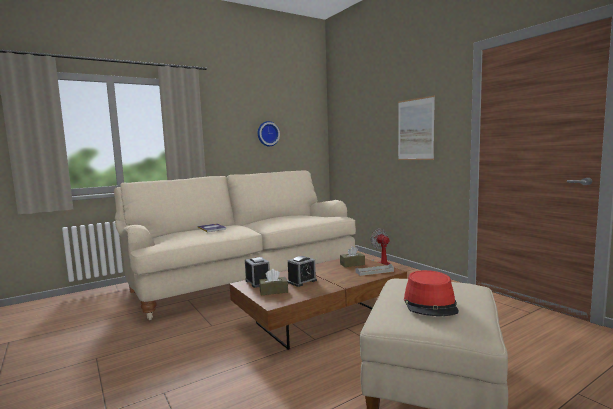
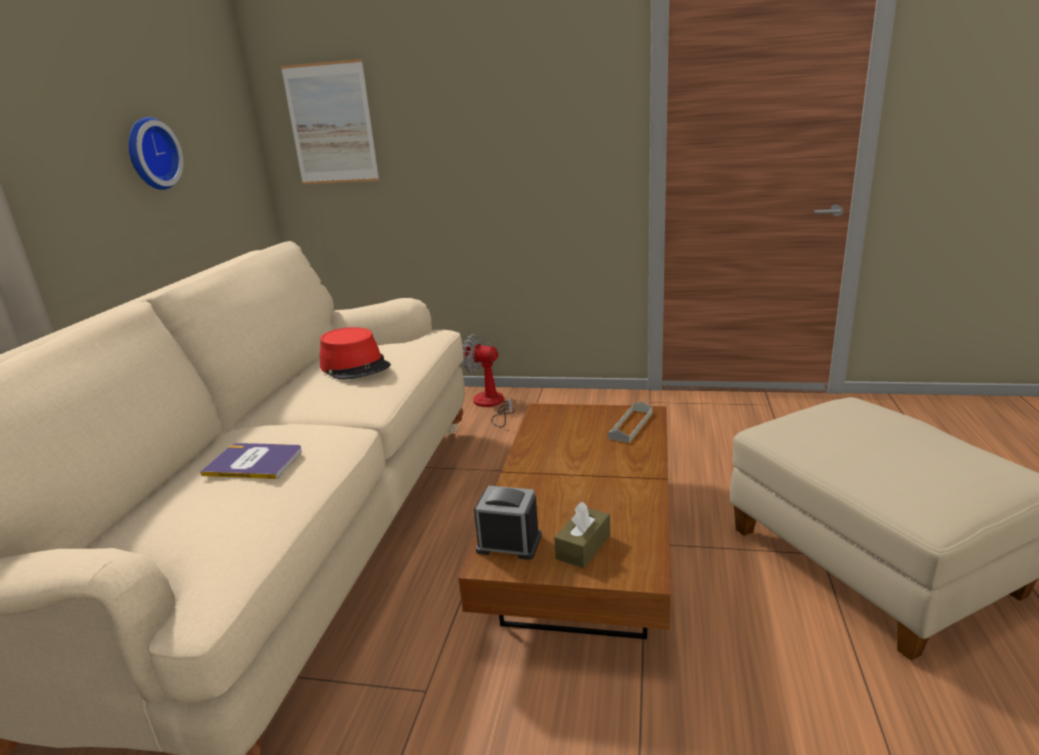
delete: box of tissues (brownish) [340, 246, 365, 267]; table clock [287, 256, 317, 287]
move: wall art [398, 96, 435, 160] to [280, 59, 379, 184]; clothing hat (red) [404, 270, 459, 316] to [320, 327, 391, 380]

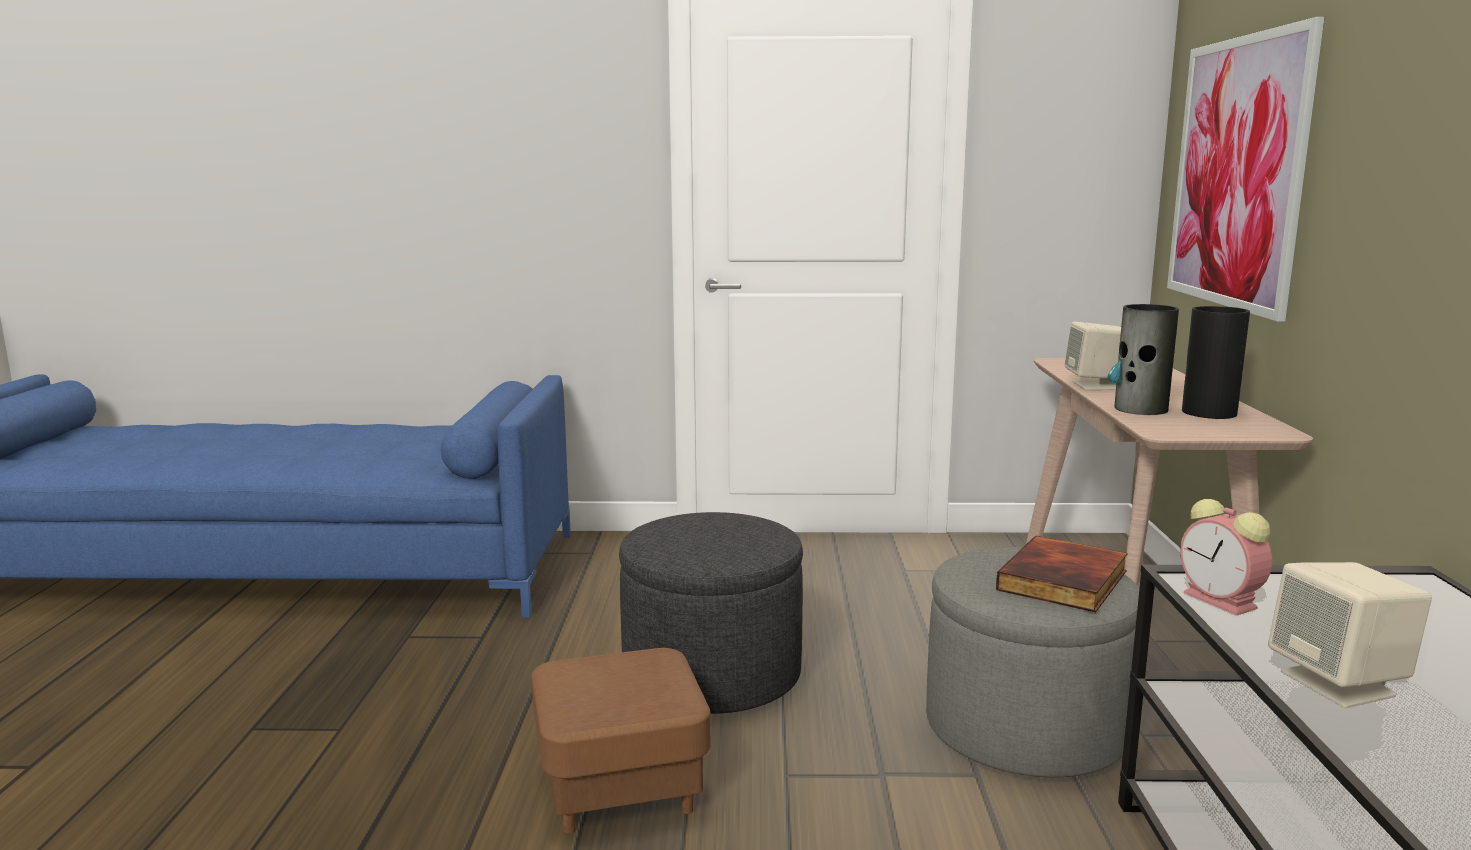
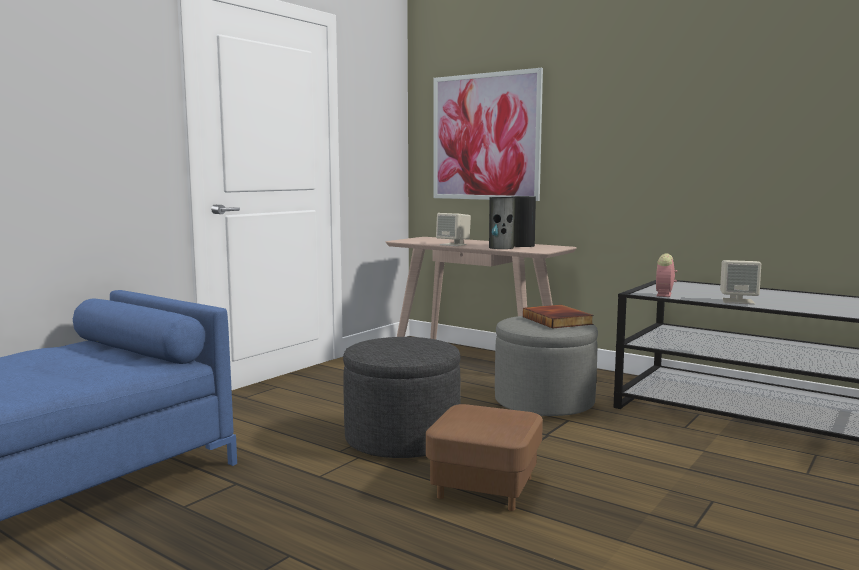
rotate: table clock [1180, 499, 1272, 615] = [656, 253, 677, 297] 105 degrees clockwise

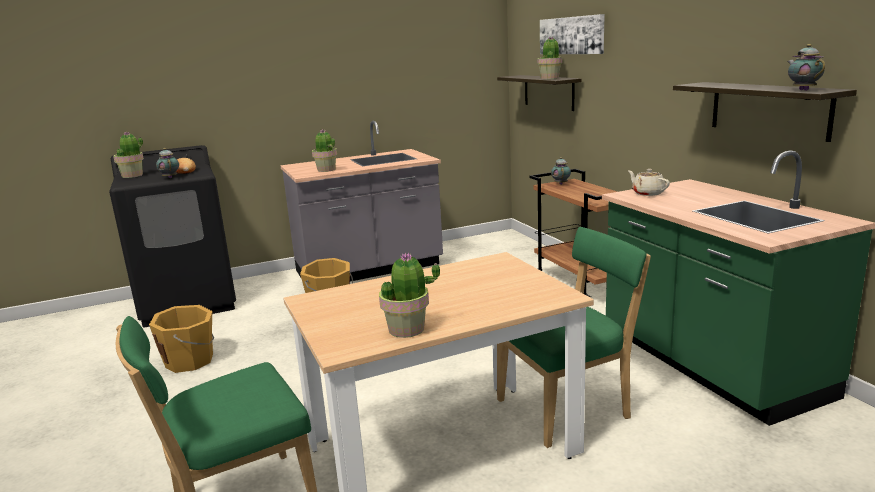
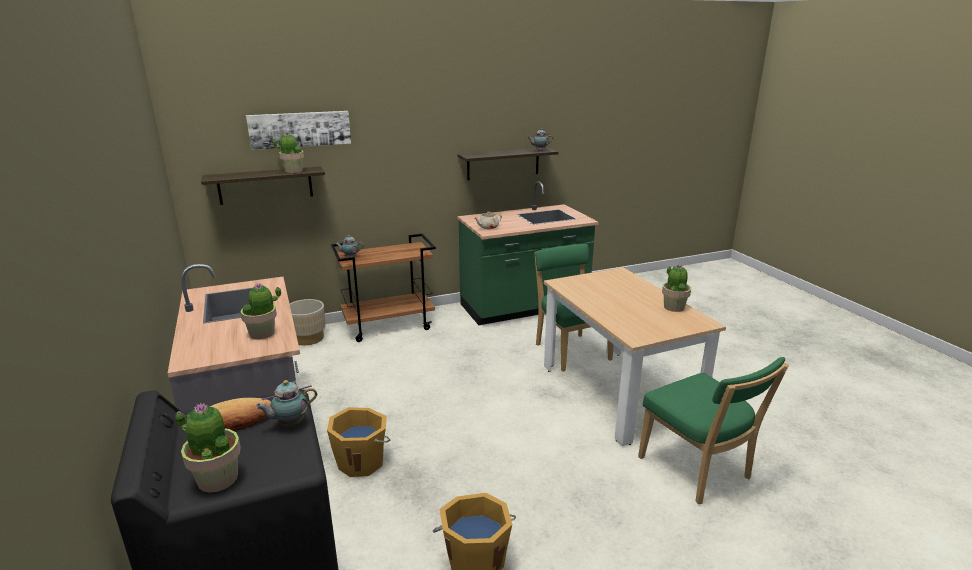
insert: planter (beige) [290, 299, 325, 345]

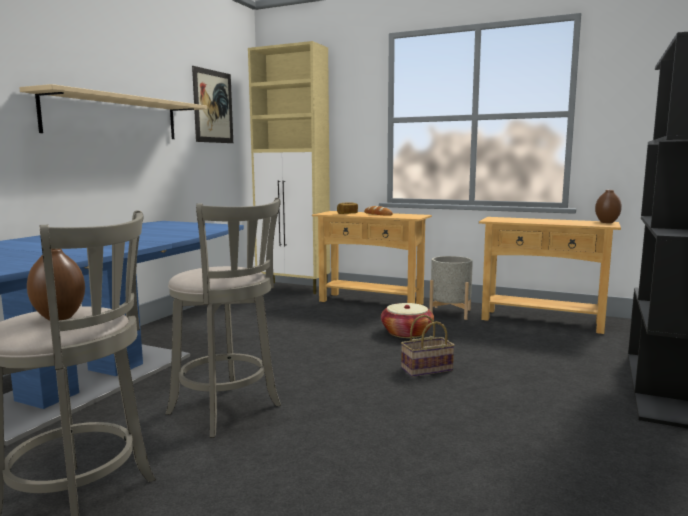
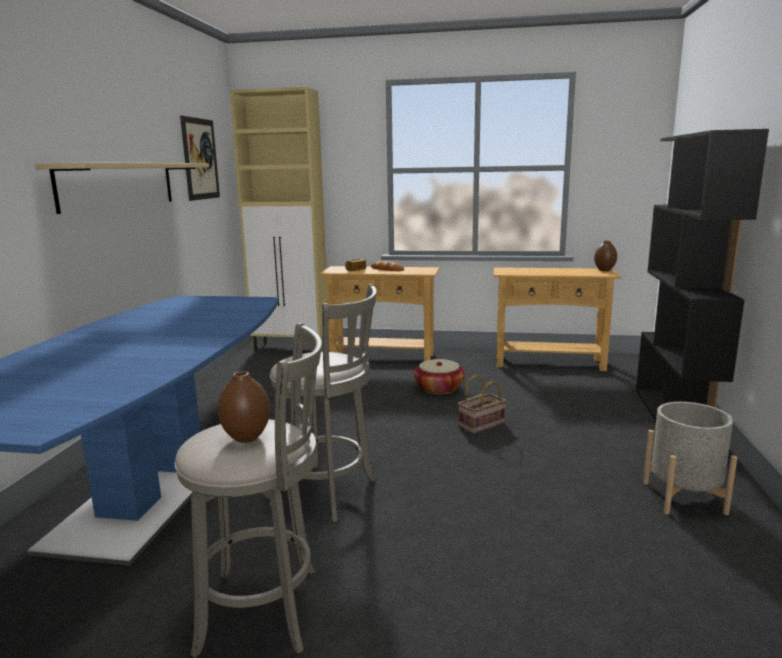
move: planter (greyish) [429, 256, 473, 320] to [643, 402, 738, 515]

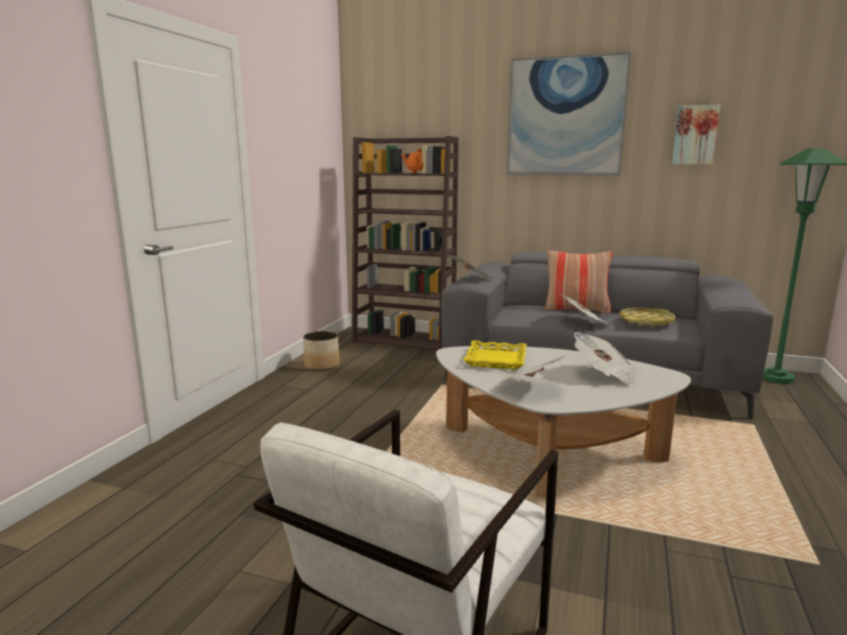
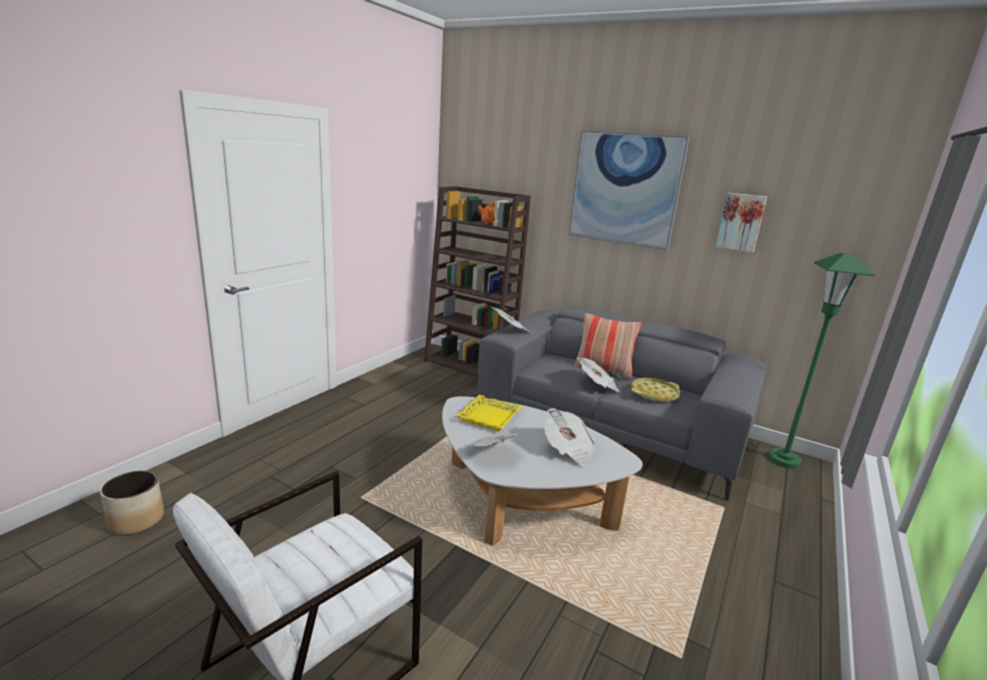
move: planter [303, 331, 339, 371] to [100, 470, 164, 535]

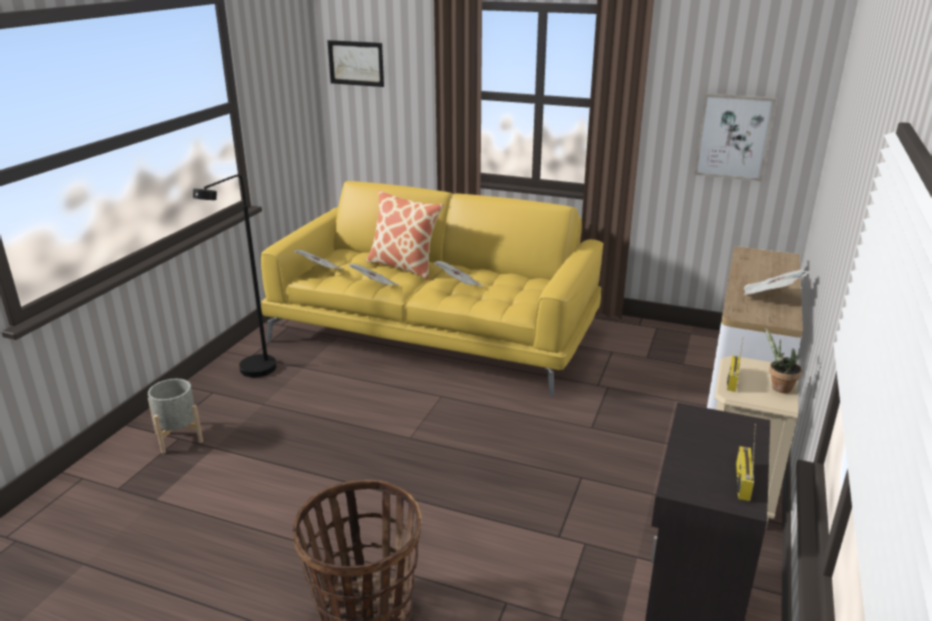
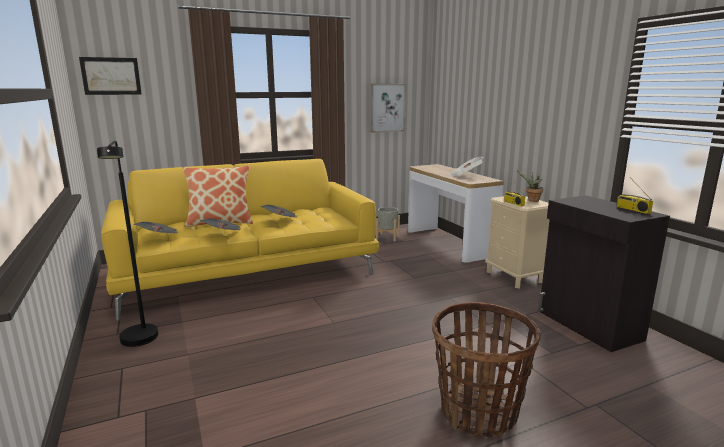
move: planter (greyish) [148, 379, 203, 453] to [376, 207, 400, 241]

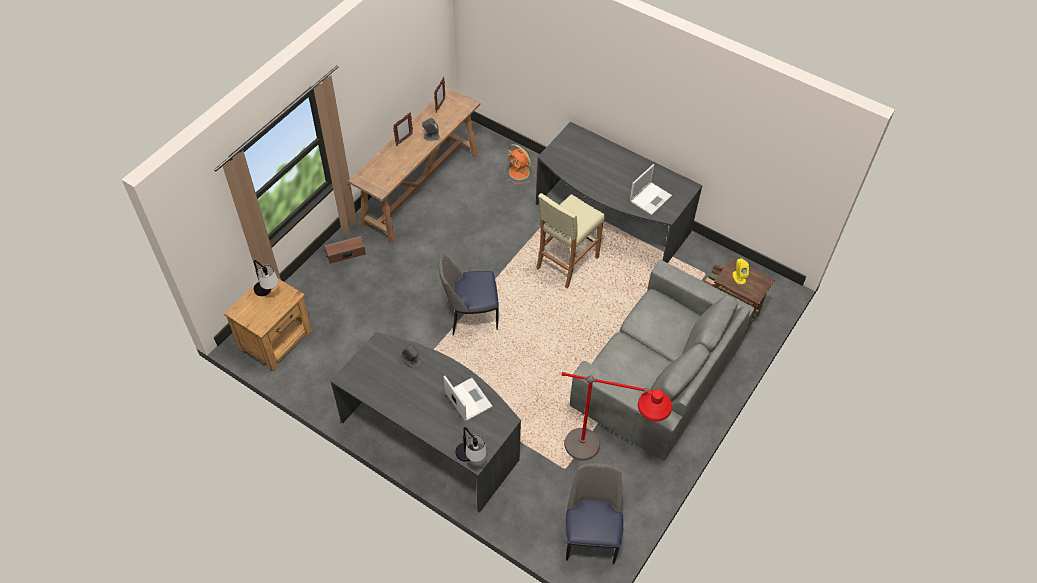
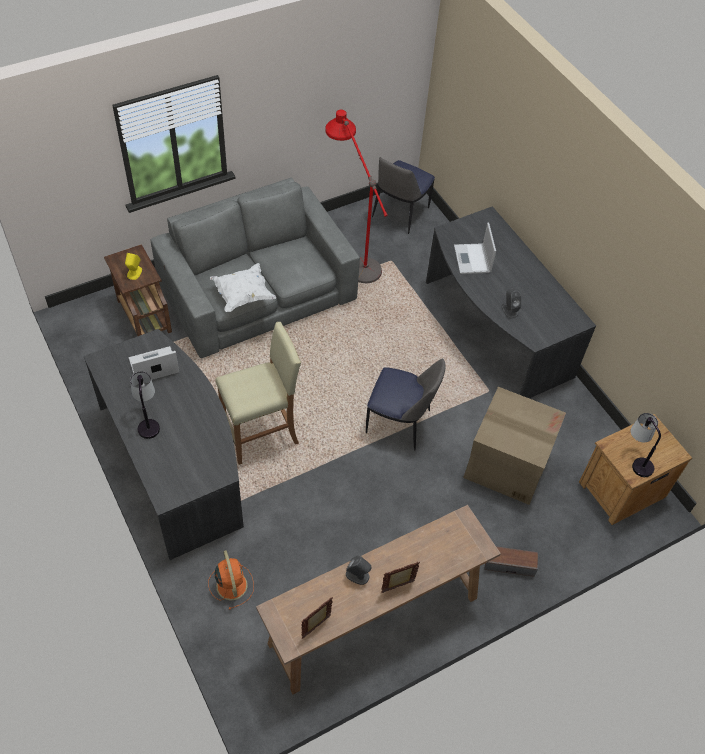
insert: cushion (white) [210, 263, 276, 312]; carton [463, 387, 566, 505]
move: tabletop lamp [455, 427, 487, 462] to [130, 371, 160, 439]

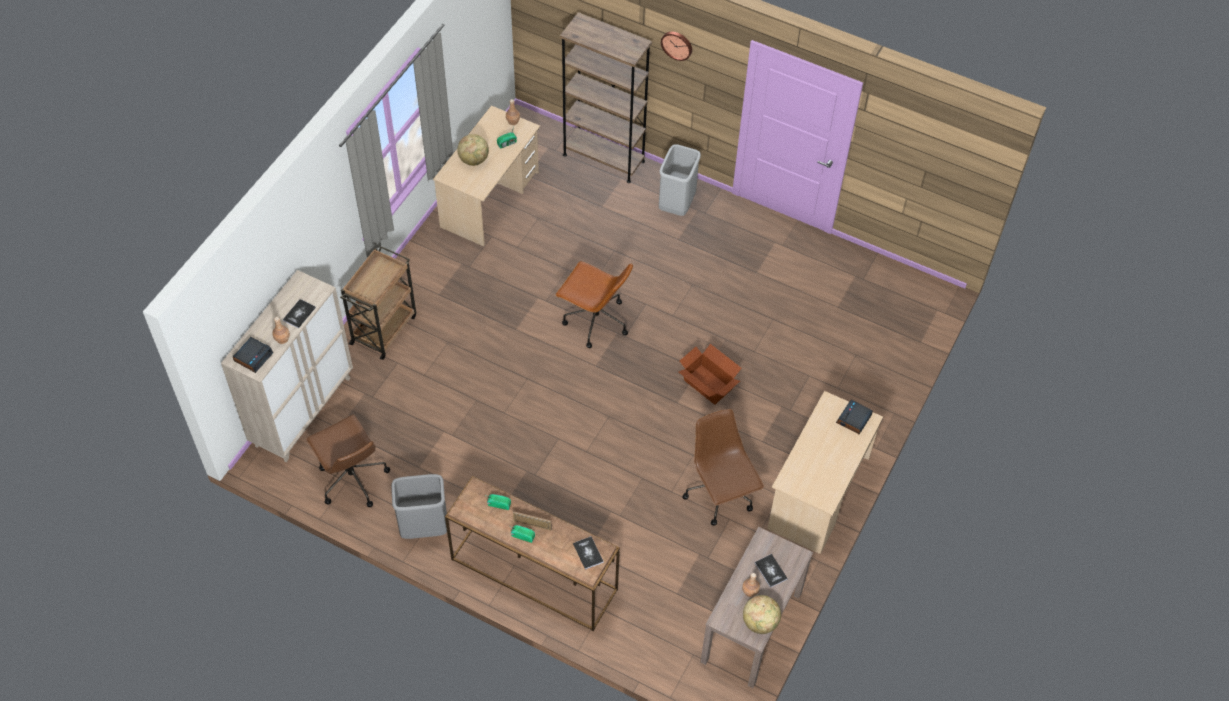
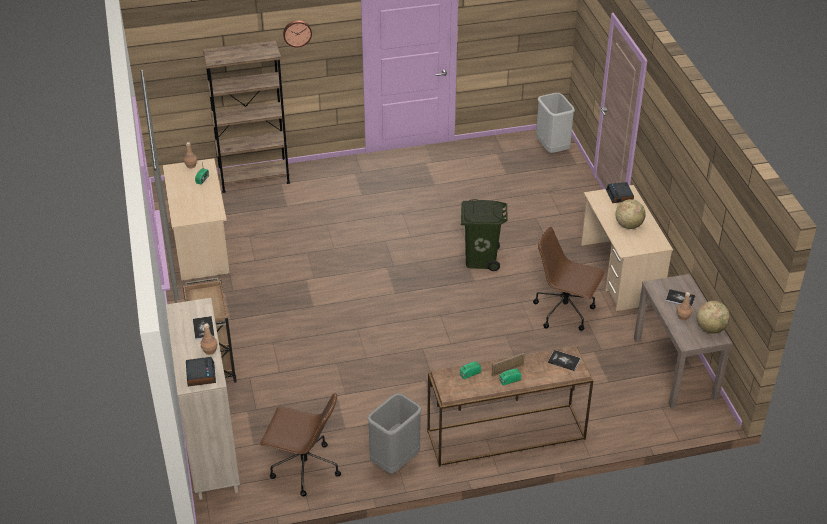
delete: office chair (brownish) [555, 261, 633, 348]
move: desk globe [457, 134, 489, 166] to [616, 199, 646, 229]; rubbish bin (greyish) [659, 144, 701, 216] to [536, 93, 575, 153]
replace: carton [679, 344, 741, 405] to rubbish bin (green) [461, 199, 508, 271]

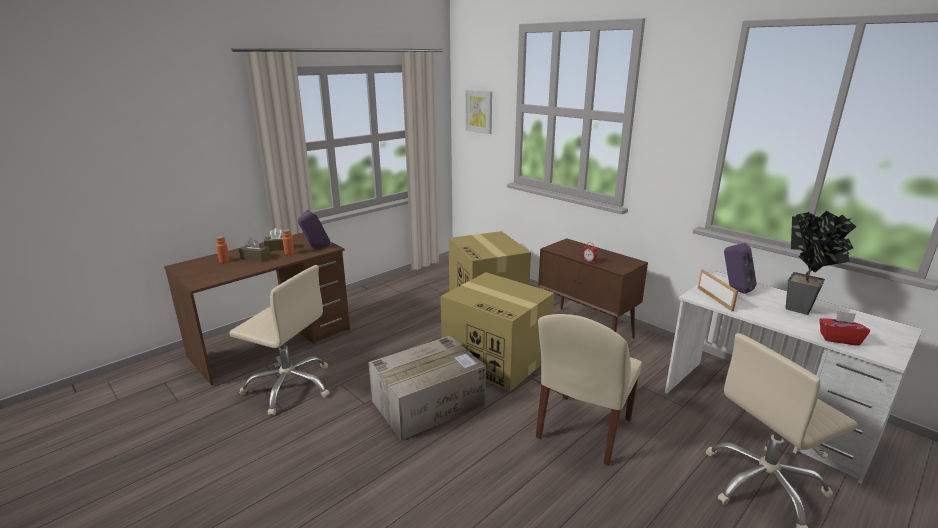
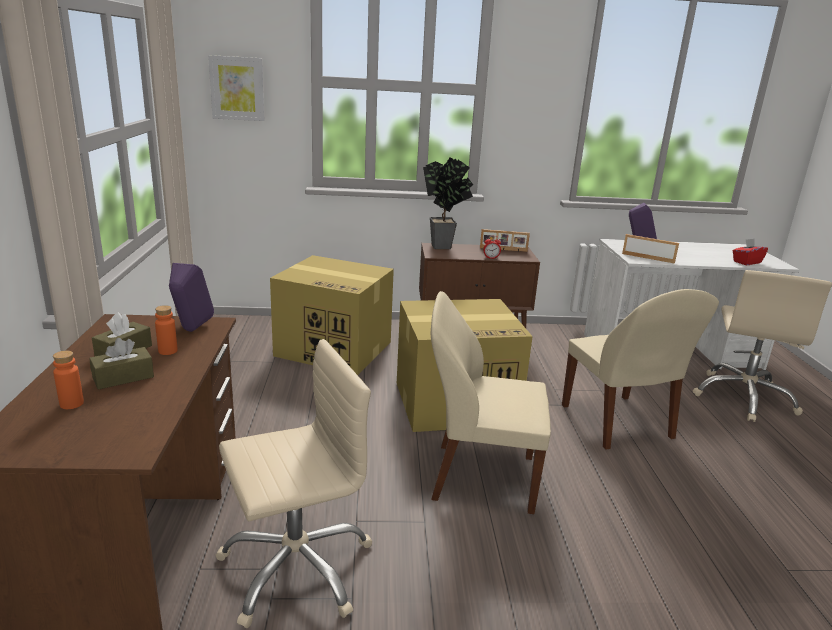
insert: picture frame [480, 229, 530, 252]
move: potted plant [785, 211, 856, 315] to [423, 158, 473, 249]
replace: carton [368, 336, 486, 440] to chair (beige) [431, 291, 551, 514]

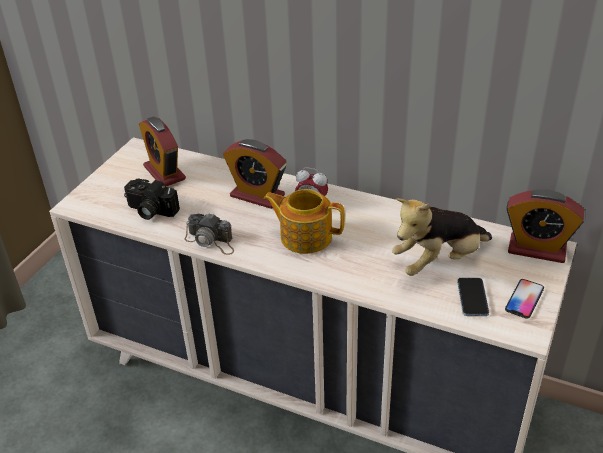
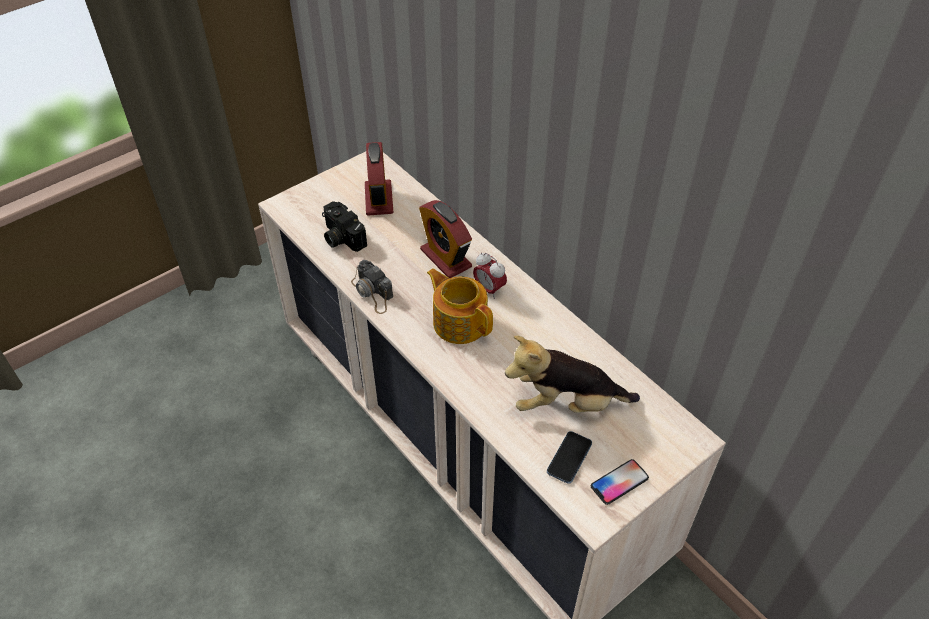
delete: table clock [506, 189, 585, 263]

